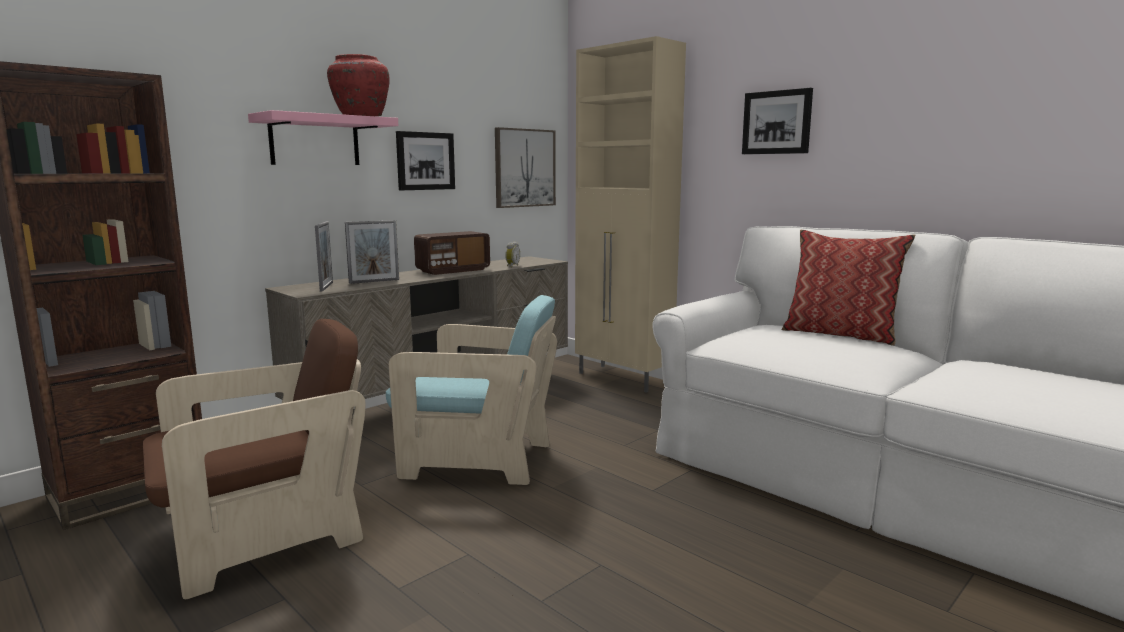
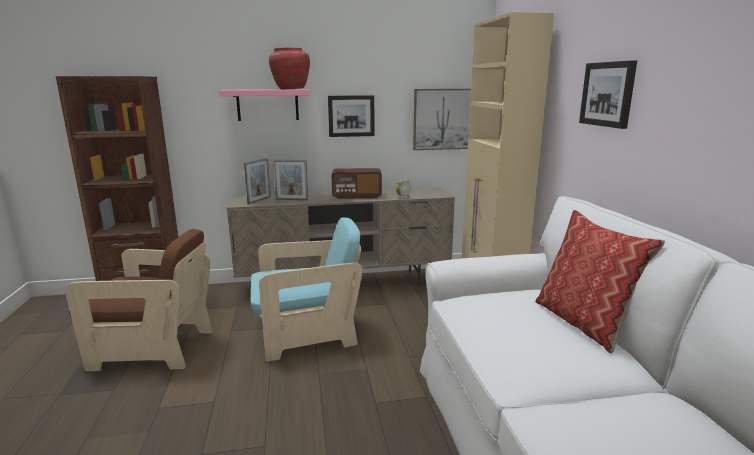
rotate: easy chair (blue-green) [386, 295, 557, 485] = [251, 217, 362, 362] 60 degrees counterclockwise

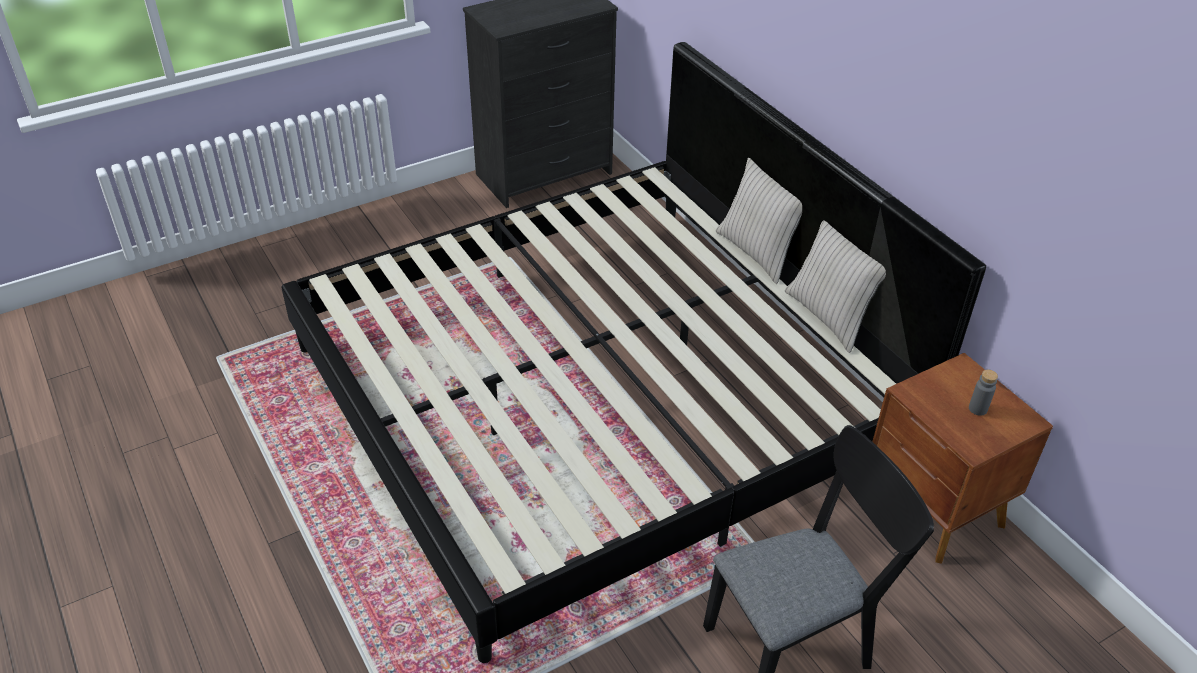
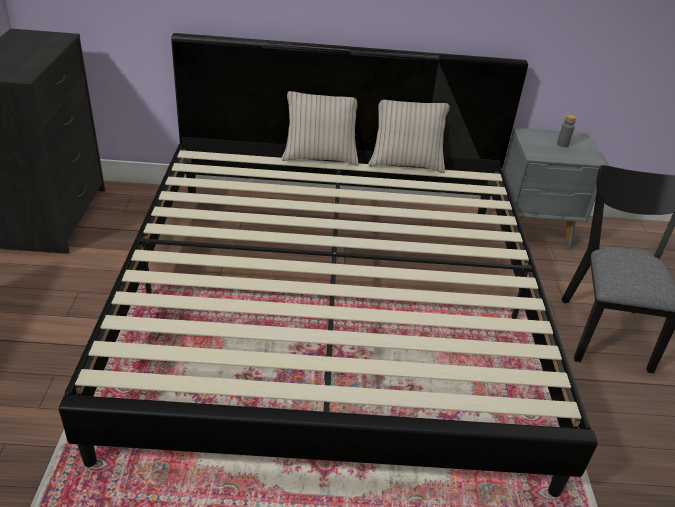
recolor: night table (brownish) [872, 353, 1053, 564] to night table (greyish) [495, 128, 606, 250]

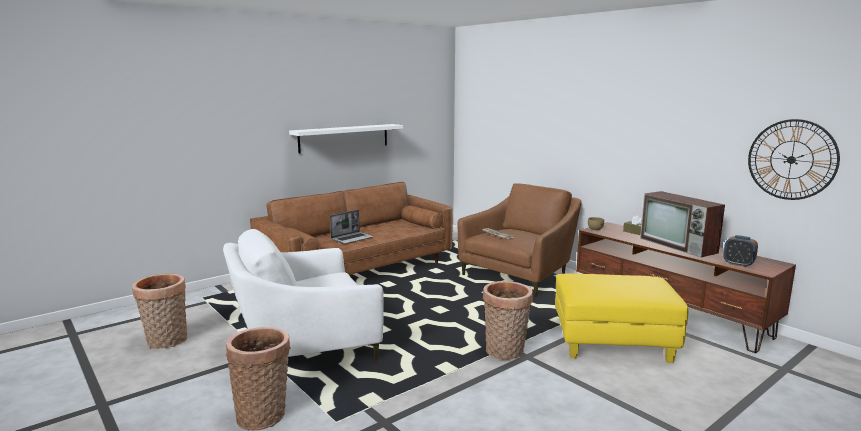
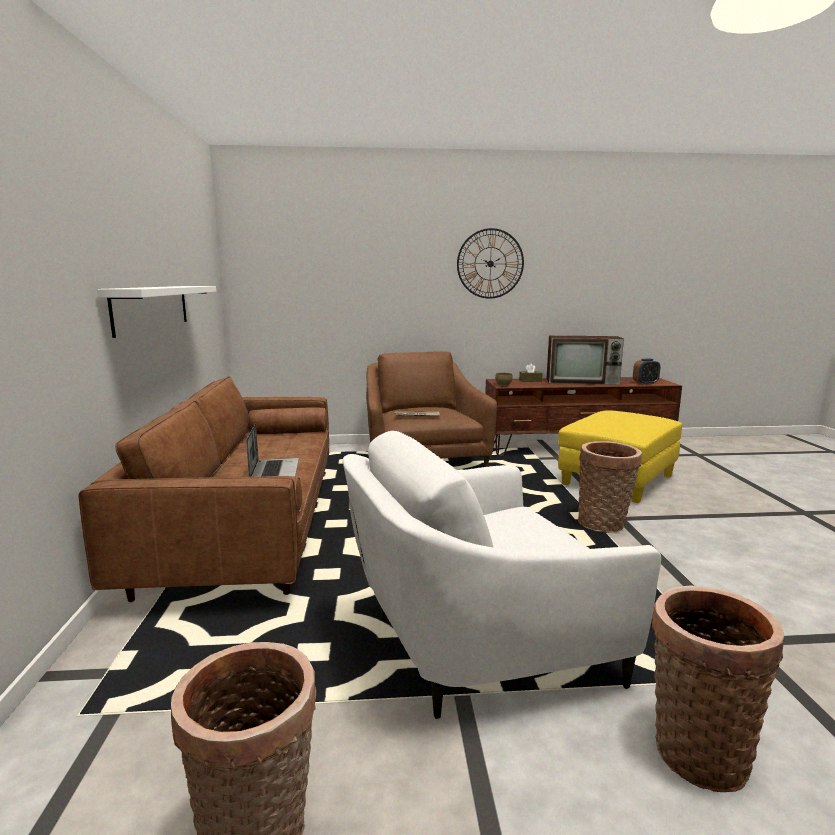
move: clock on the wall [748, 119, 840, 200] to [457, 228, 524, 299]
rotate: easy chair (white) [223, 229, 384, 361] = [343, 431, 661, 719] 60 degrees clockwise

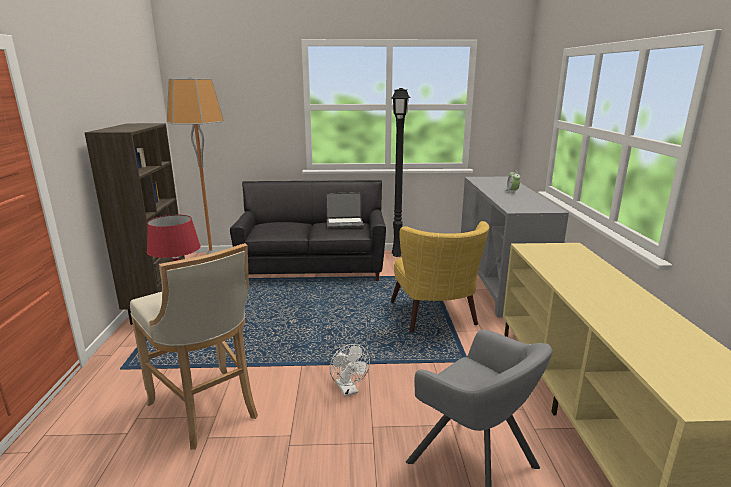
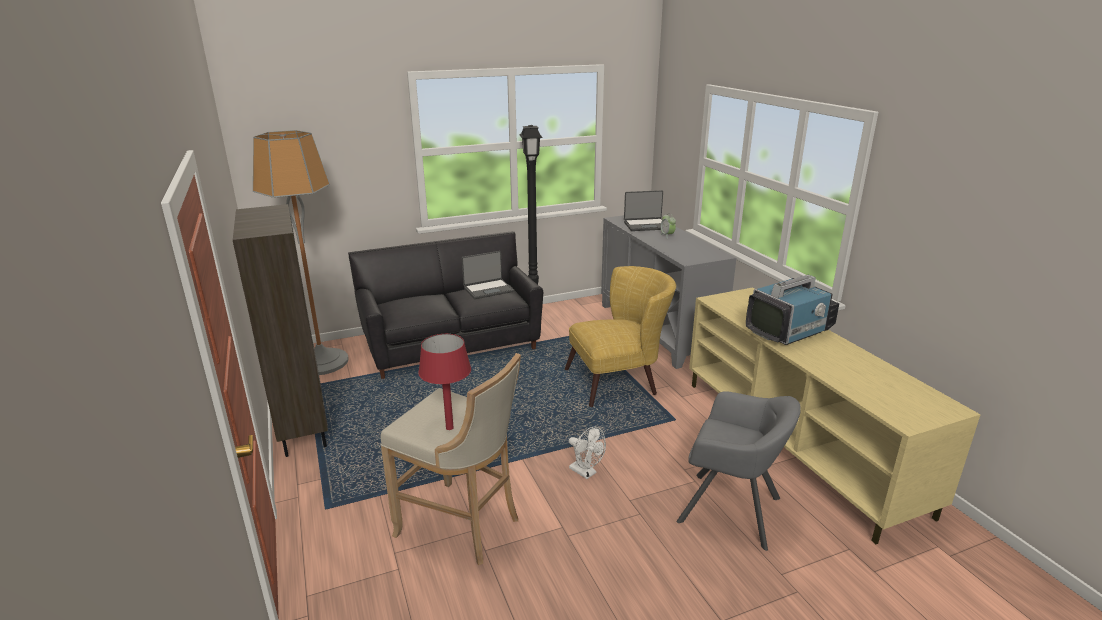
insert: portable computer [624, 190, 663, 231]; television [746, 275, 839, 345]
rotate: easy chair (yellow-coloured) [391, 221, 489, 332] = [565, 266, 676, 407] 75 degrees counterclockwise

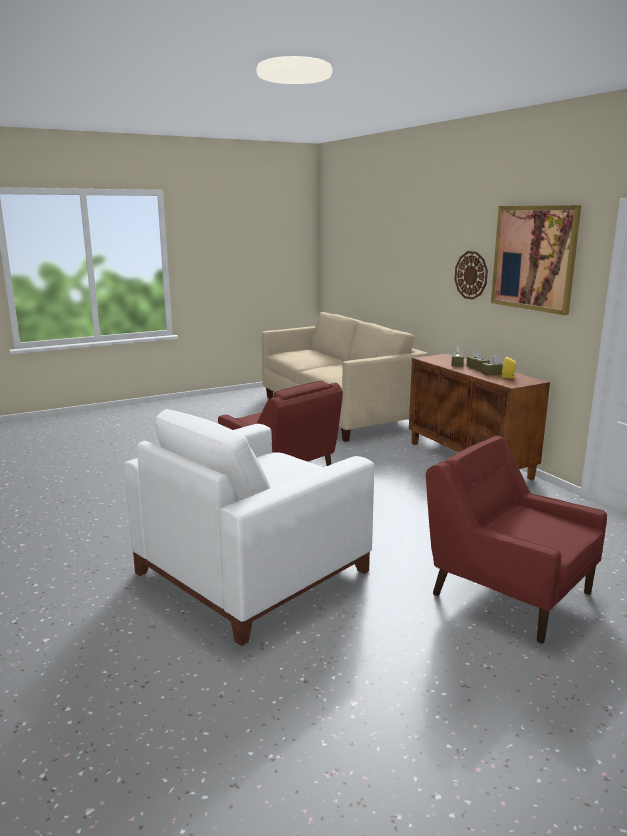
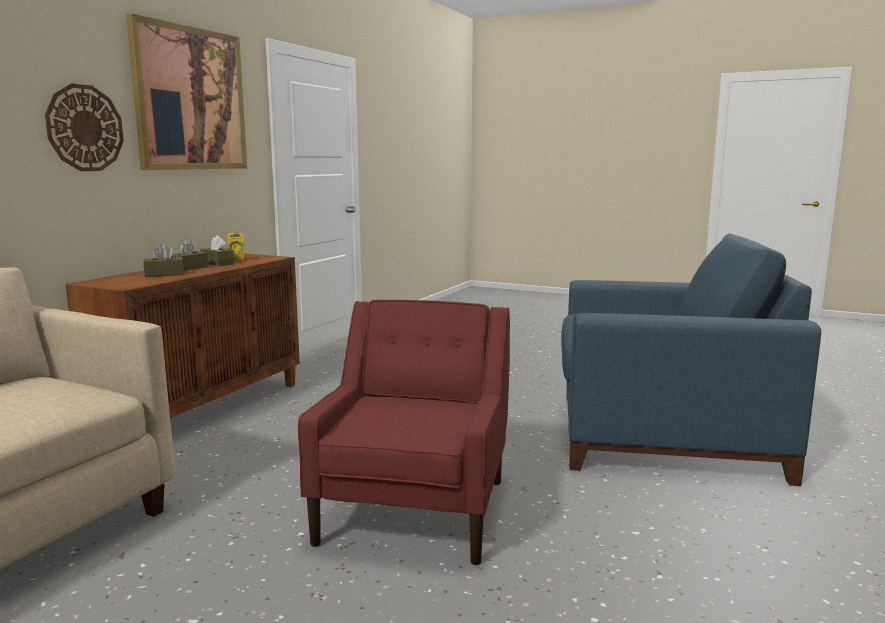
delete: easy chair (red) [426, 435, 607, 644]
recolor: easy chair (white) [124, 409, 374, 646] to easy chair (bluish) [561, 234, 821, 486]

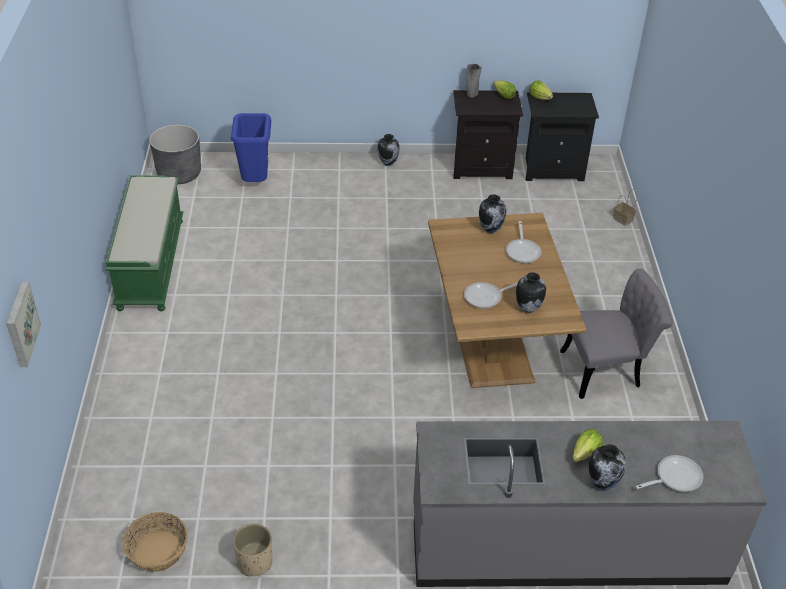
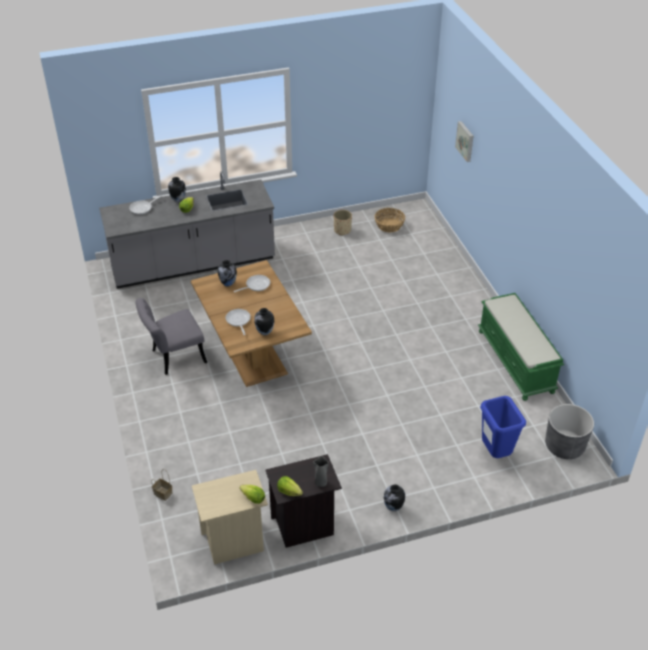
recolor: night table (blackish) [525, 92, 599, 181] to night table (beige) [192, 470, 268, 564]

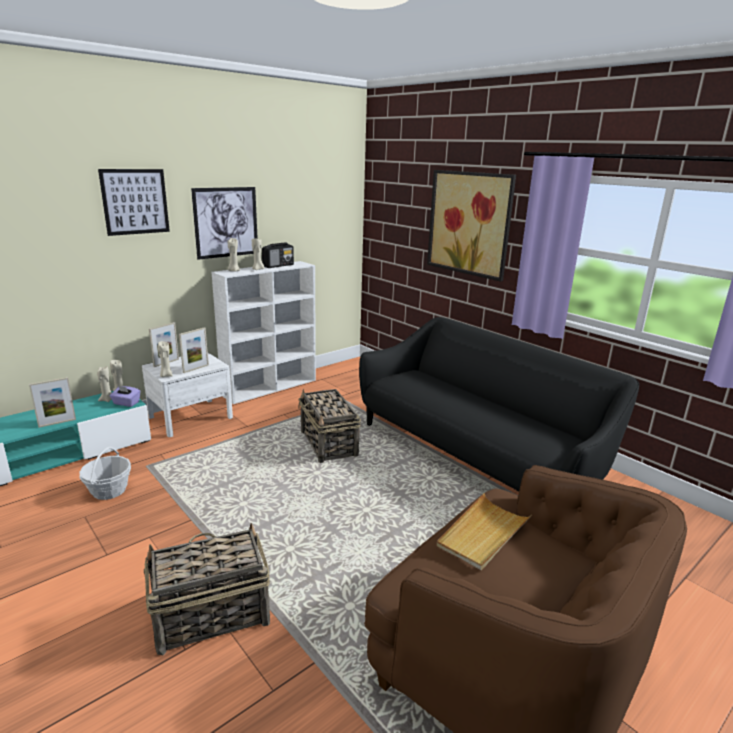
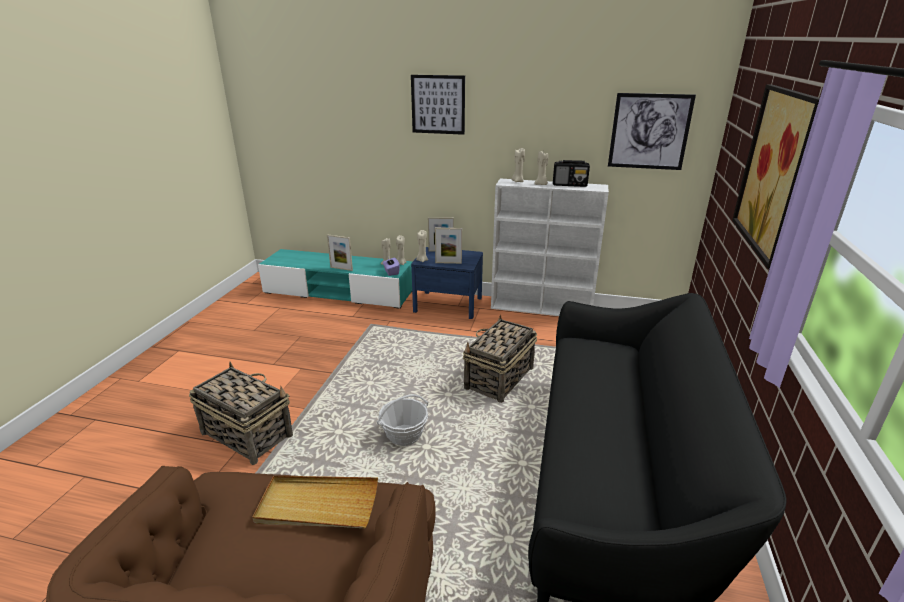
move: wall art [191, 187, 258, 260] to [608, 93, 696, 170]; storage basket [79, 447, 131, 500] to [377, 394, 428, 446]
recolor: night table (white) [142, 353, 233, 437] to night table (bluish) [411, 247, 483, 319]

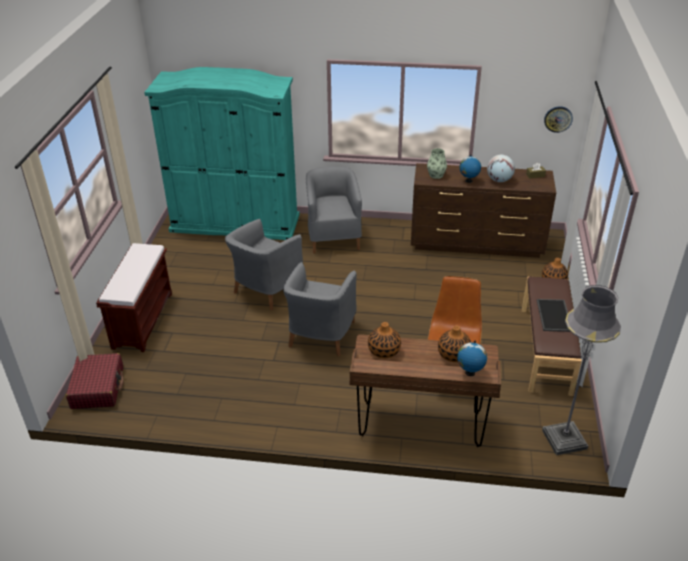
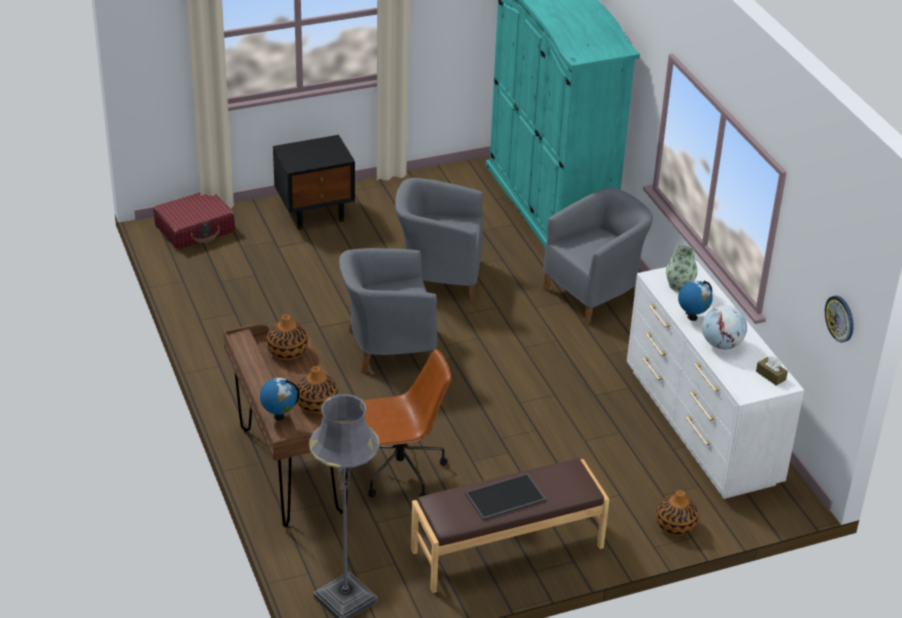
replace: long seat (brownish) [96, 243, 172, 352] to night table (blackish) [273, 135, 355, 230]
recolor: chest of drawers (brownish) [411, 163, 556, 258] to chest of drawers (white) [627, 261, 804, 499]

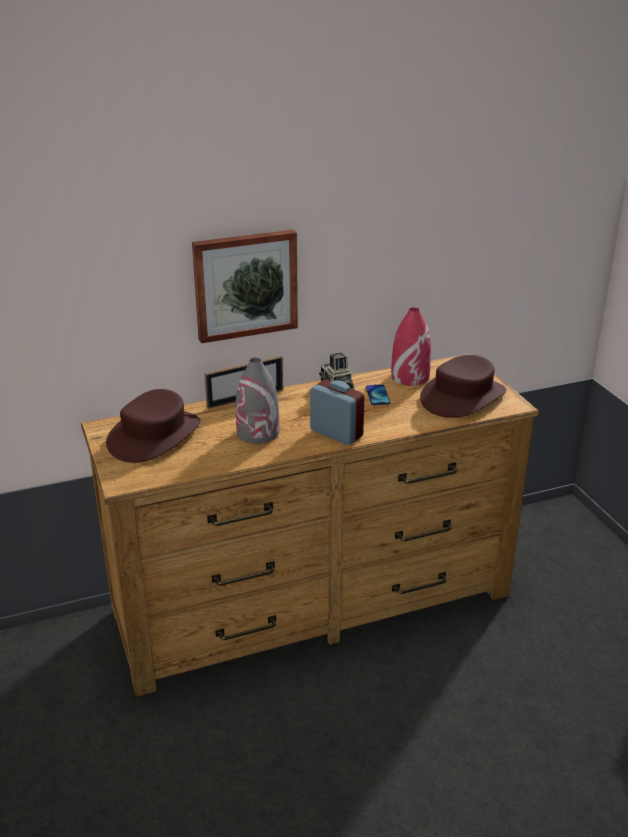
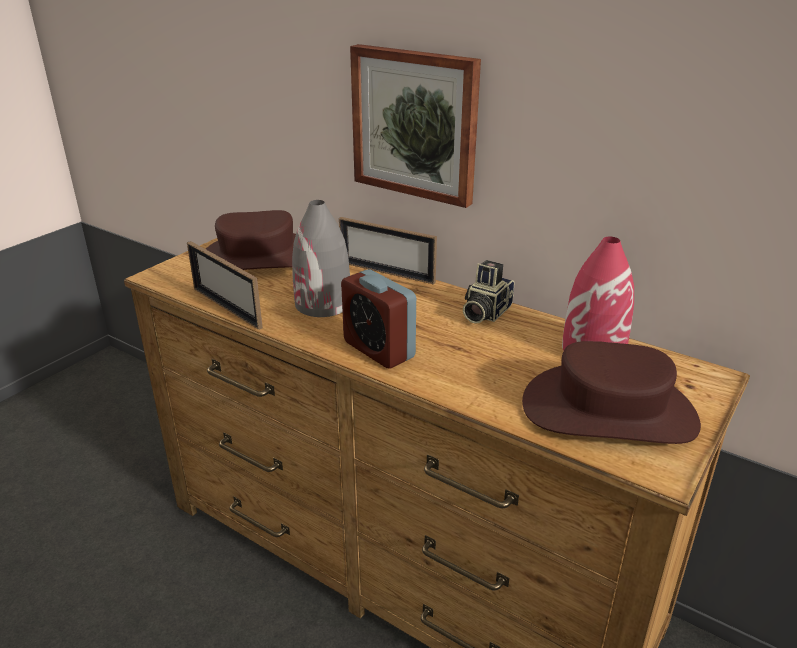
delete: telephone [366, 384, 390, 405]
insert: picture frame [187, 241, 263, 330]
rotate: table clock [310, 380, 365, 445] = [341, 269, 416, 368] 135 degrees clockwise

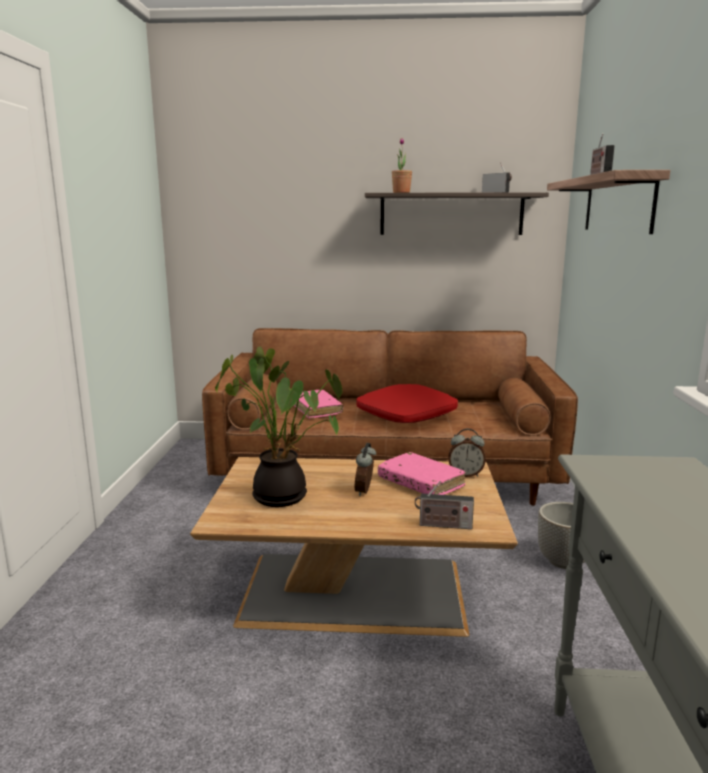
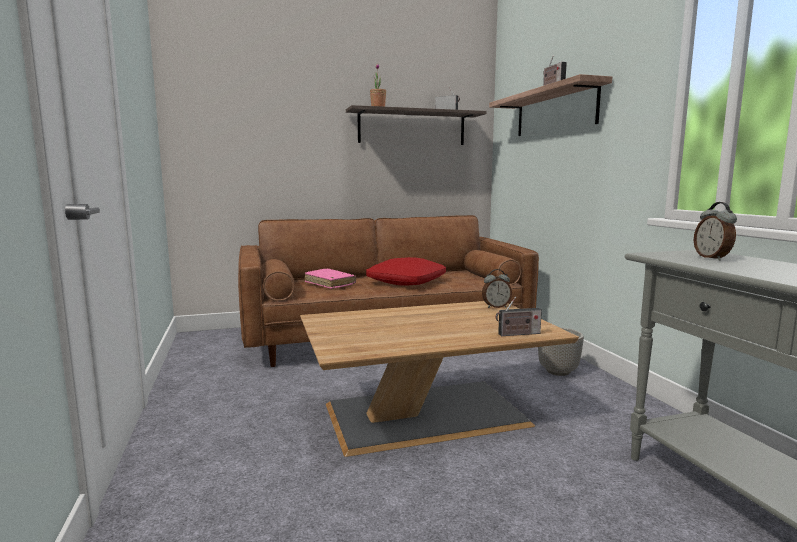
delete: potted plant [215, 347, 343, 507]; bound book (pink) [378, 452, 466, 495]
move: table clock [355, 443, 376, 496] to [694, 202, 737, 261]

